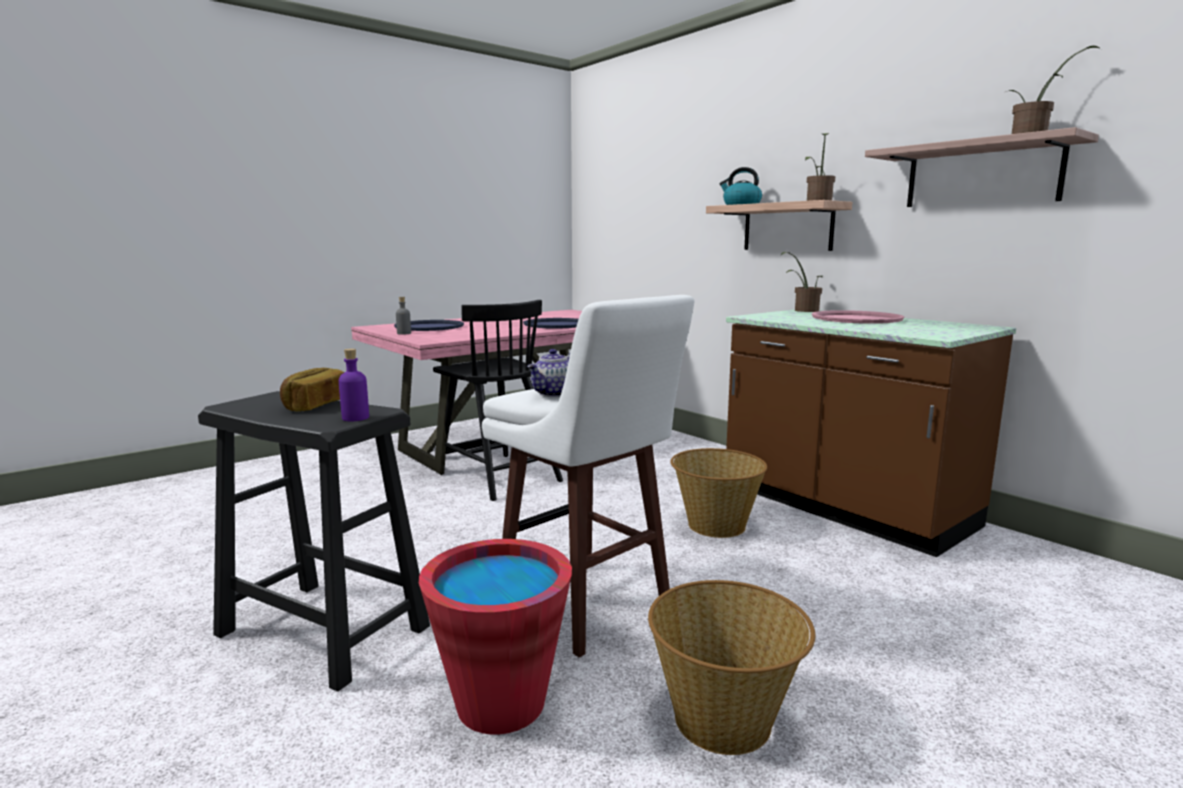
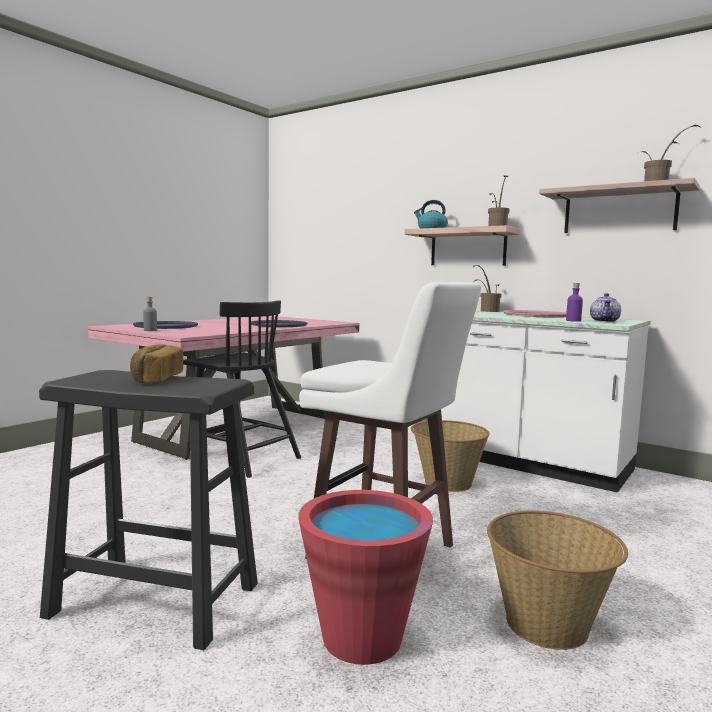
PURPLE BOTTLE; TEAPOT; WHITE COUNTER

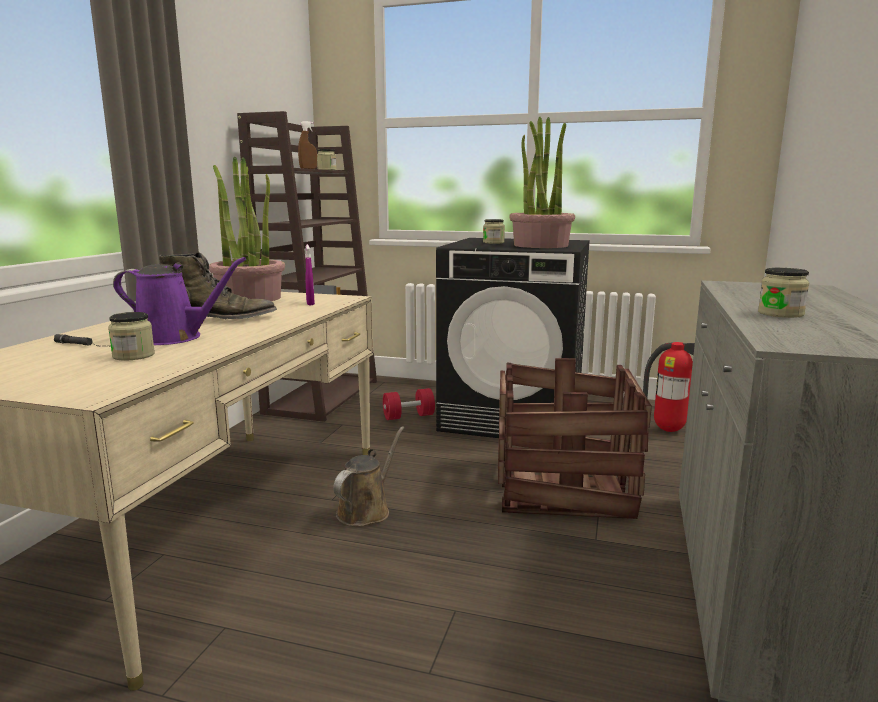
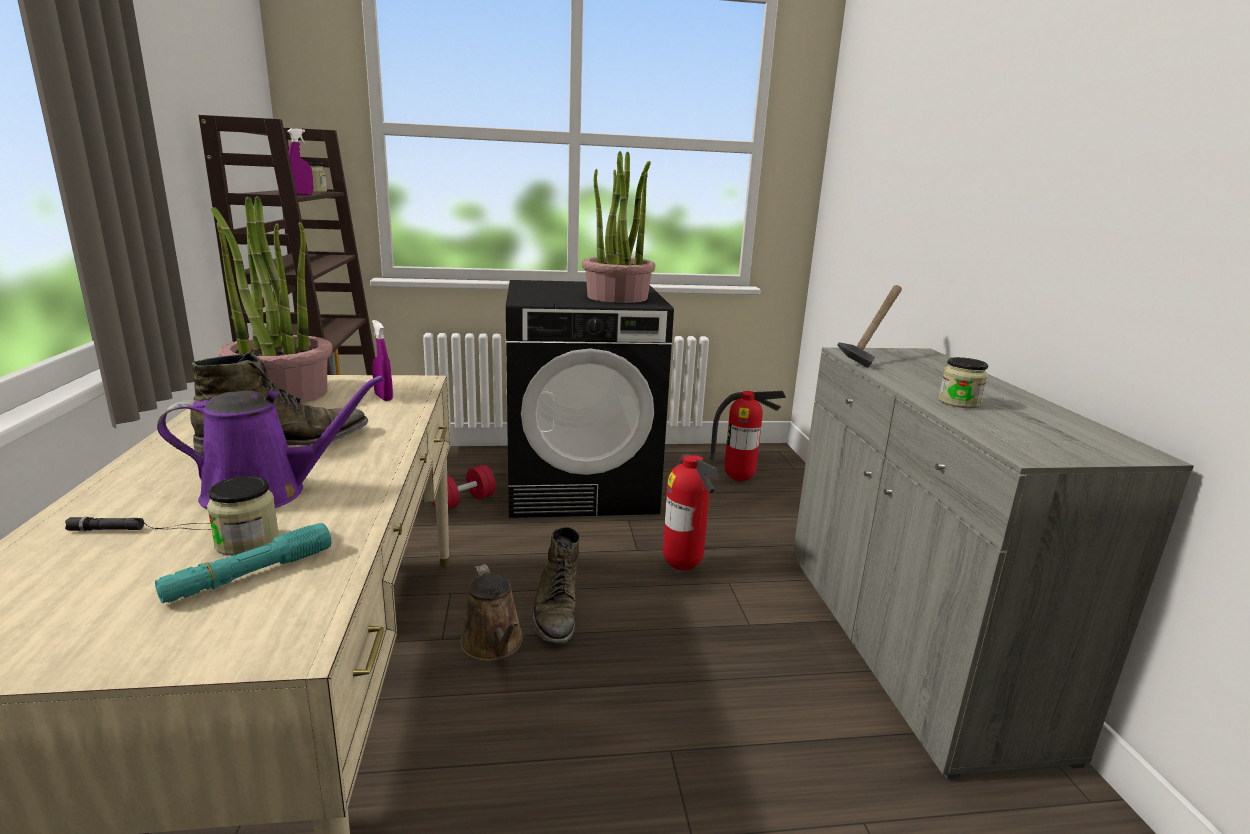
JAR (no. 3 from left in the first image); TURQUOISE FLASHLIGHT; GREEN BOOT (no. 2 from left); HAMMER; FIRE EXTINGUISHER (no. 1 from left); PURPLE SPRAY BOTTLE (no. 1 from left); BROWN WATERING CAN

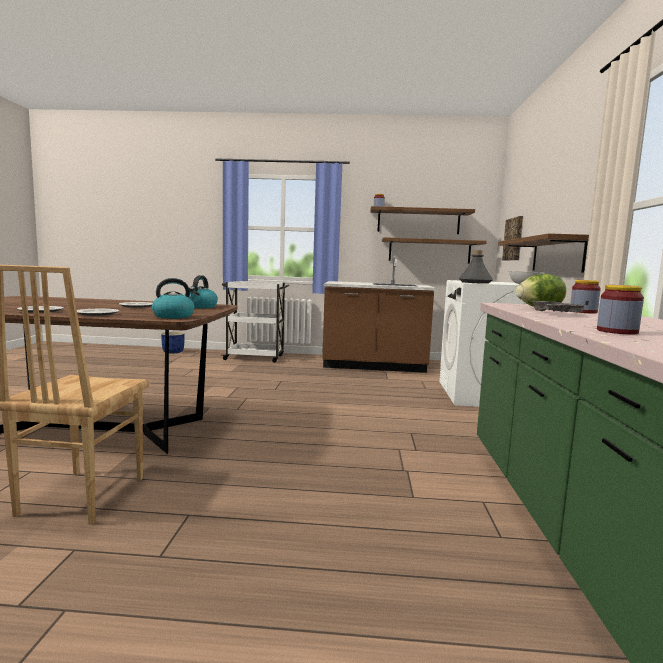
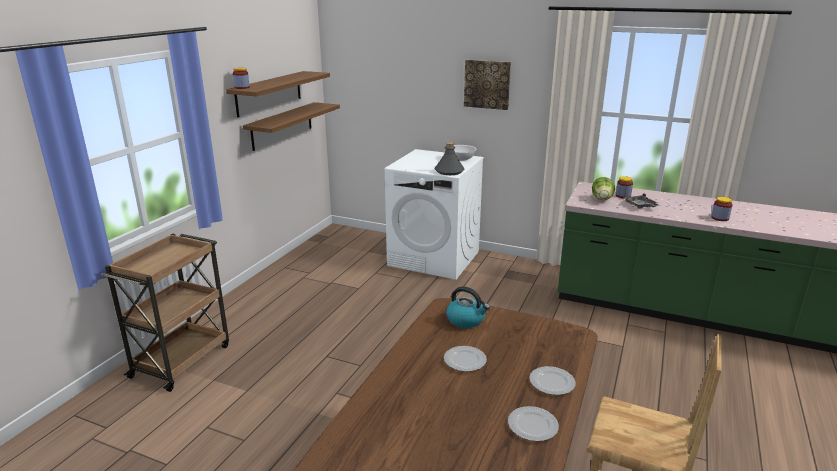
KETTLE (no. 1 from left in the first image); BLUE PLANTER; BROWN COUNTER; SHELF (no. 3 from left in the first image); PICTURE; BROWN CART

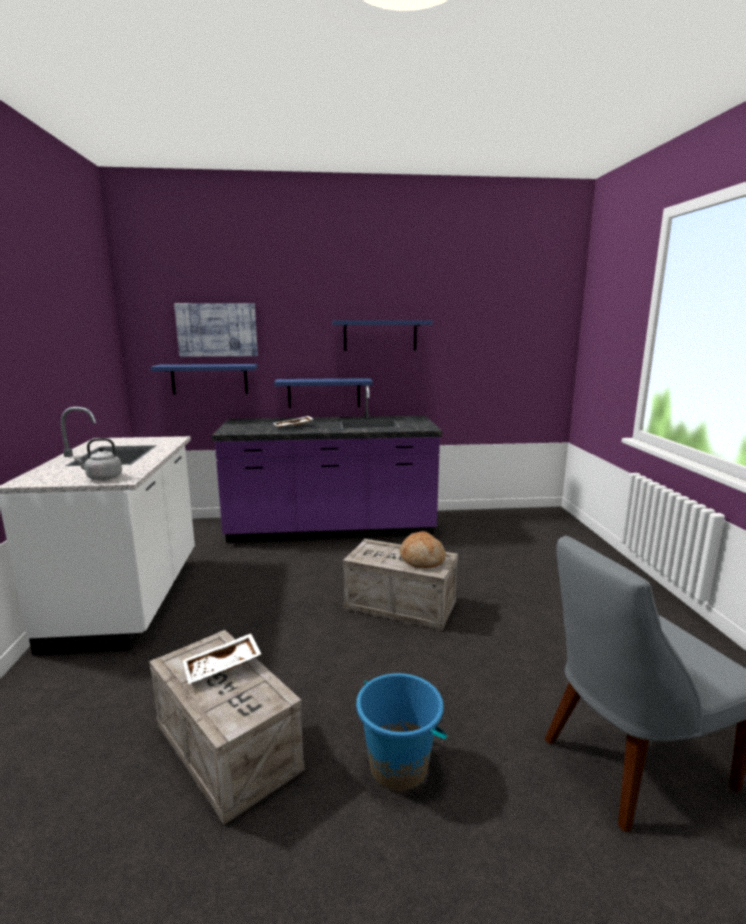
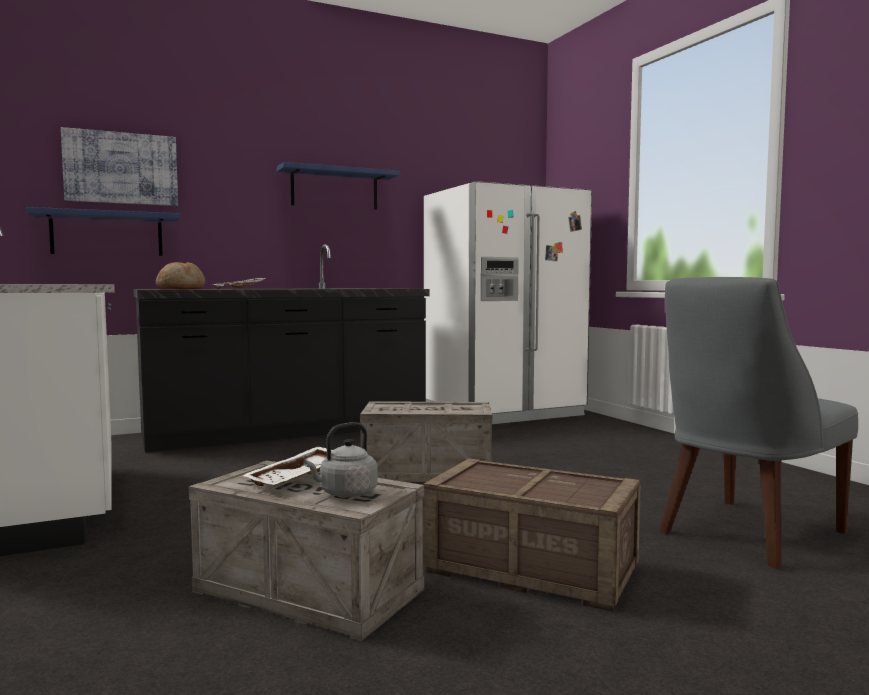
BLUE SHELF (no. 2 from left in the first image); WHITE FRIDGE; GREY KETTLE; BREAD; CRATE (no. 3 from left); BLACK COUNTER

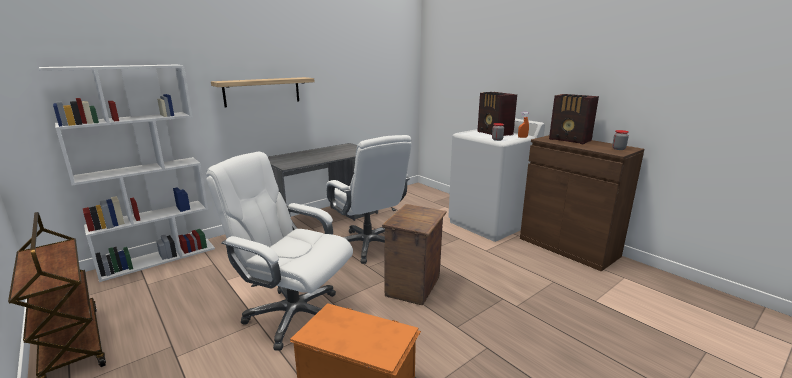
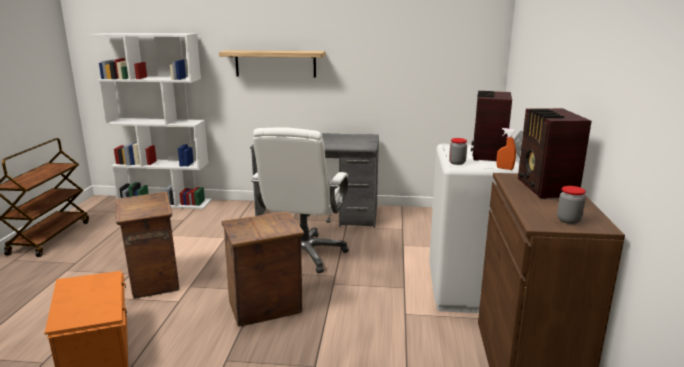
CRATE (no. 1 from left)

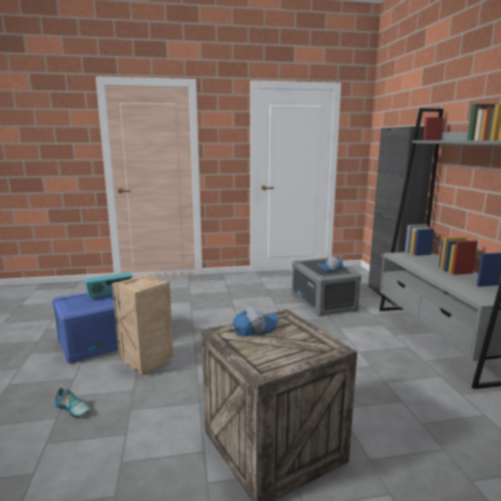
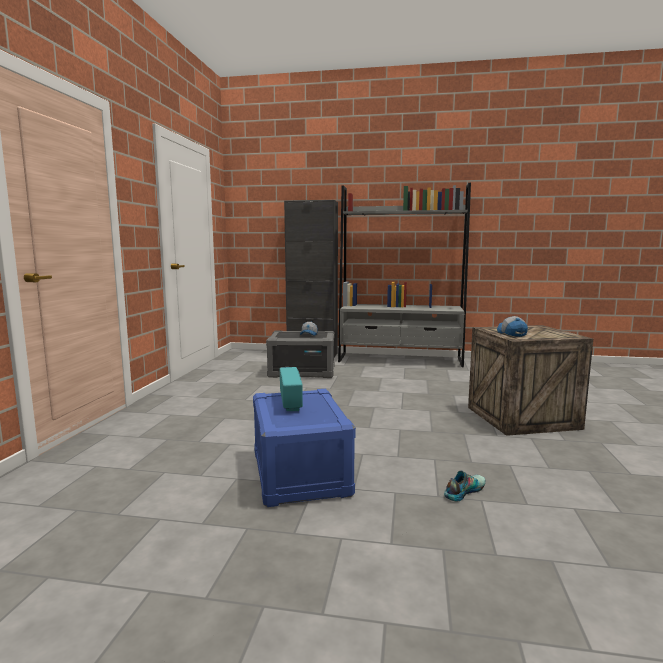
CRATE (no. 1 from left in the first image)

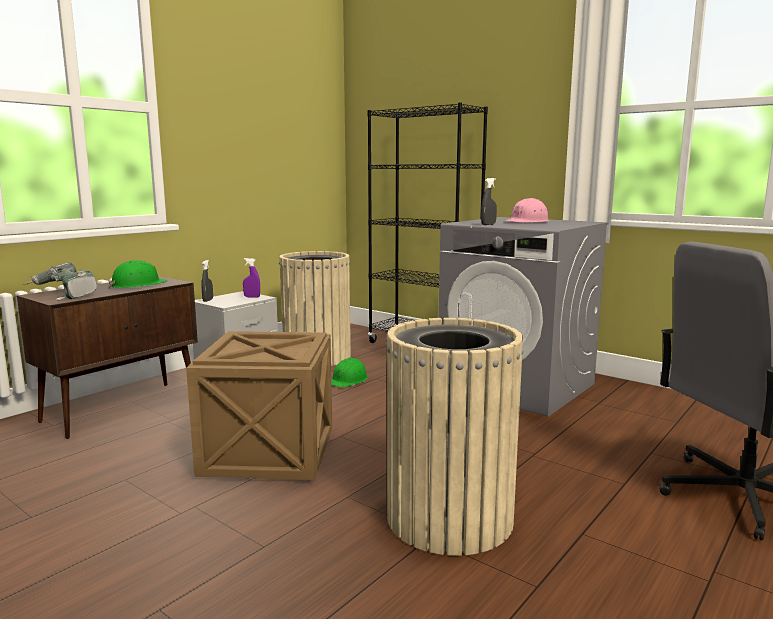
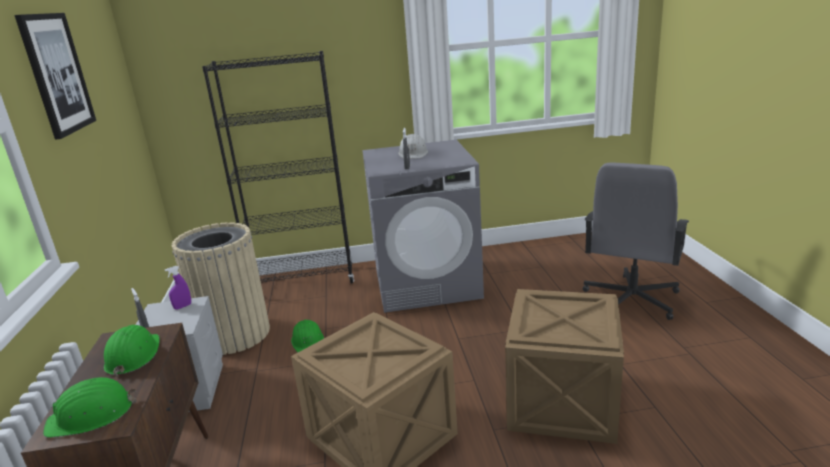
PICTURE; GREEN HARD HAT (no. 1 from left); CRATE (no. 2 from left); WHITE HARD HAT

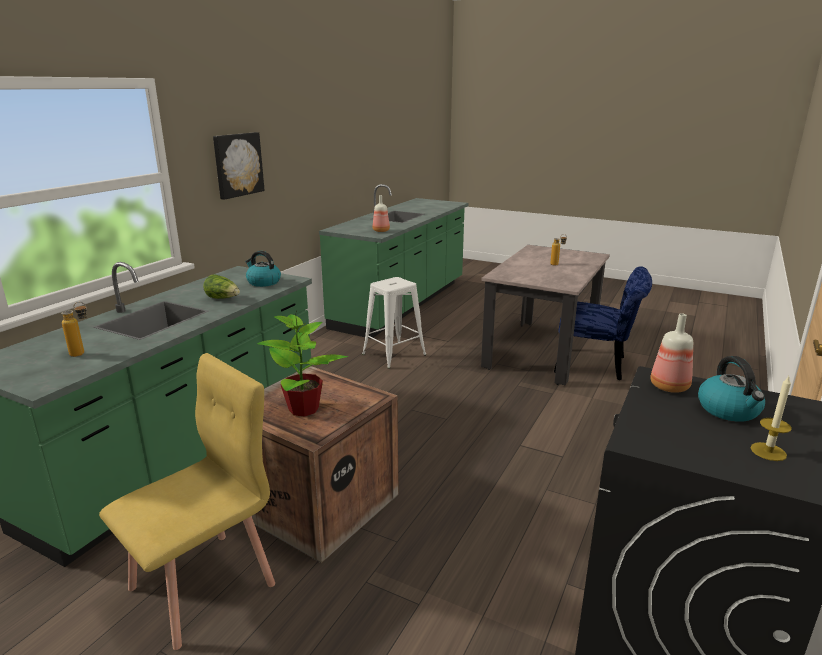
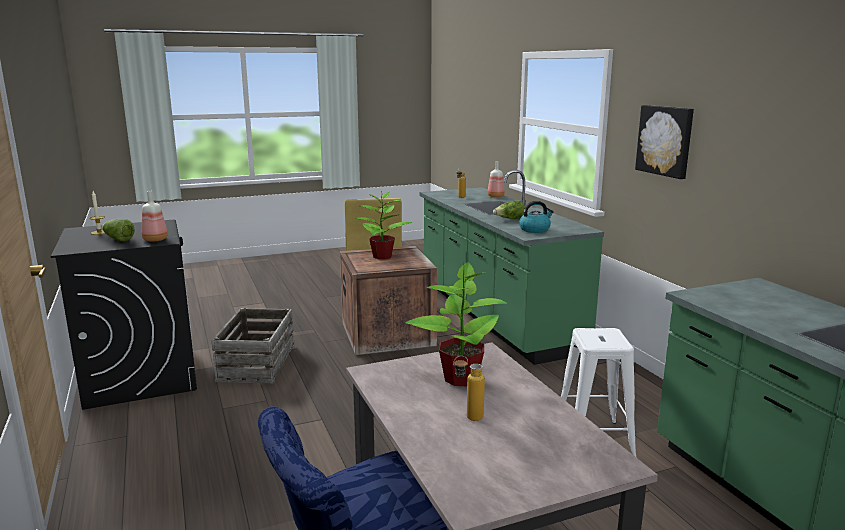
CRATE (no. 1 from left); POTTED PLANT (no. 2 from left); BOTTLE (no. 4 from left); LETTUCE (no. 1 from left)

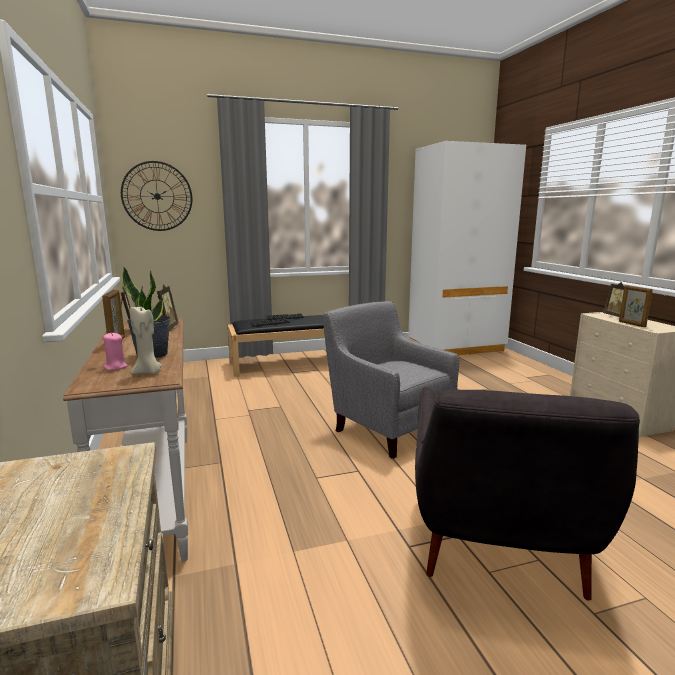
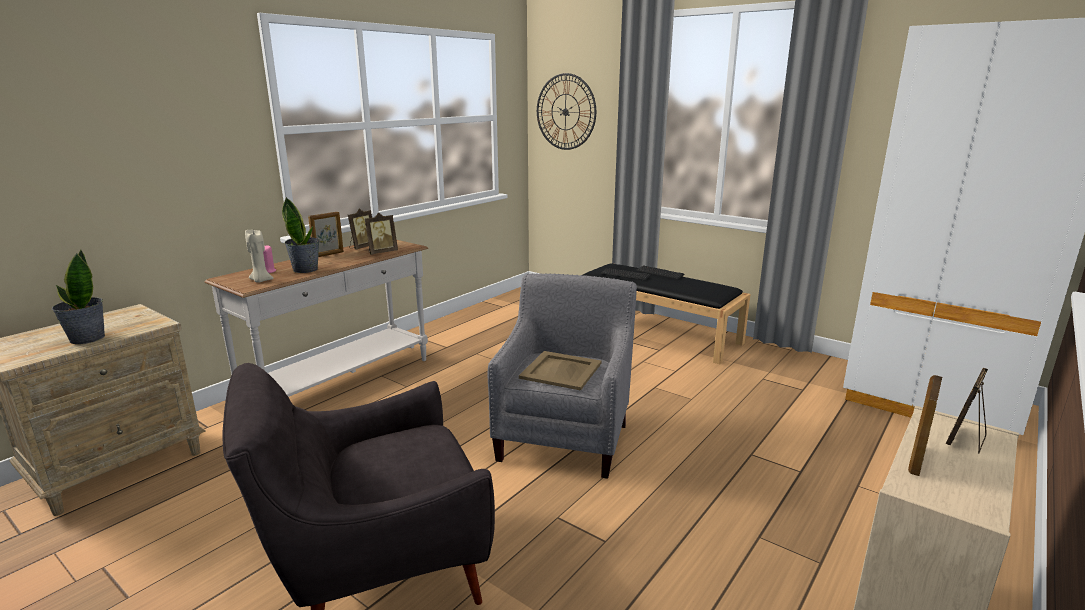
POTTED PLANT (no. 1 from left); BEIGE TRAY

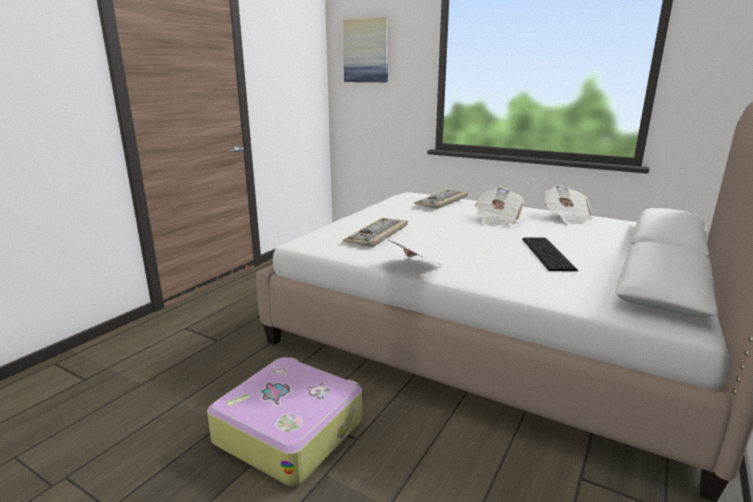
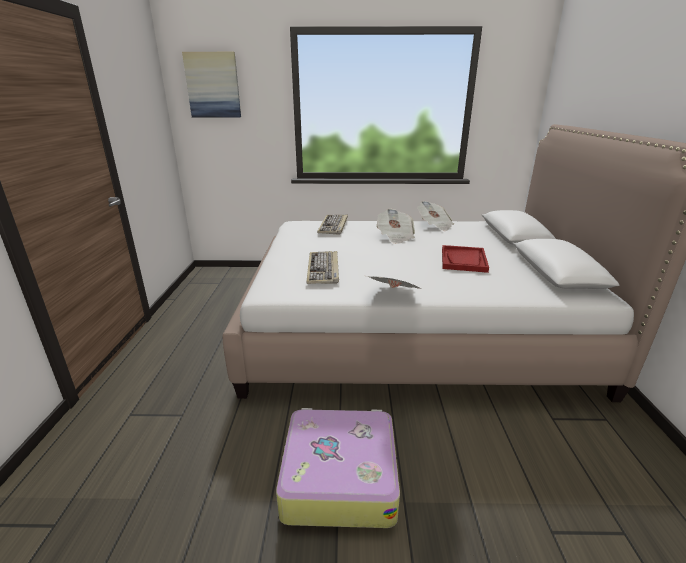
RED TRAY

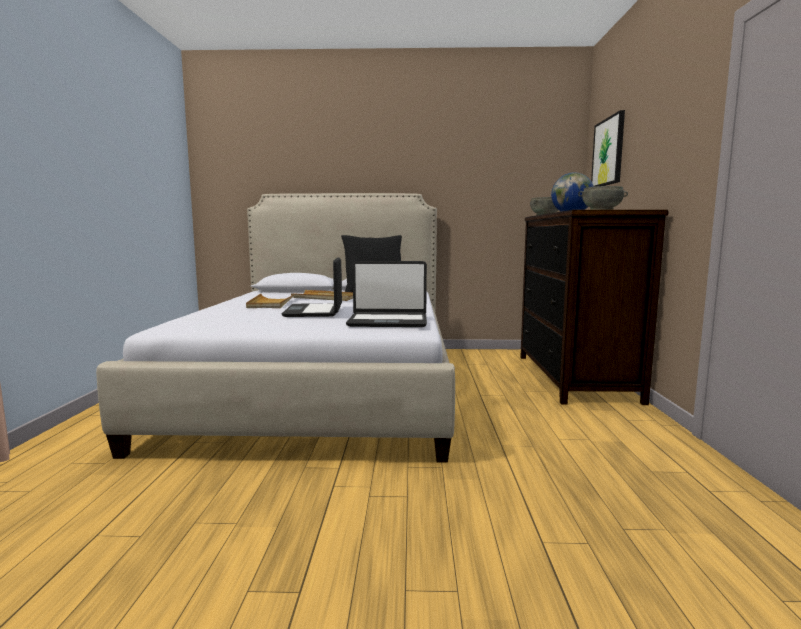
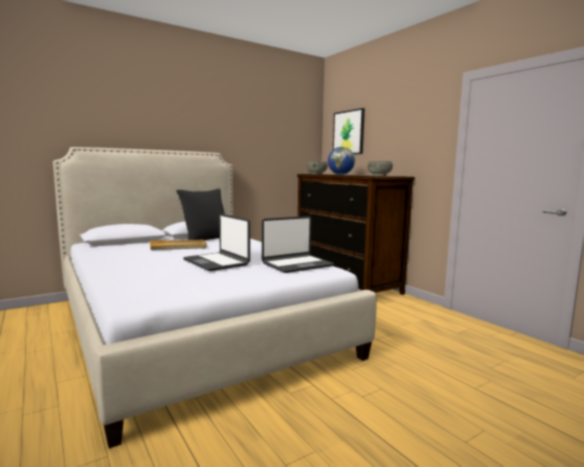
BEIGE TRAY (no. 1 from left in the first image)

